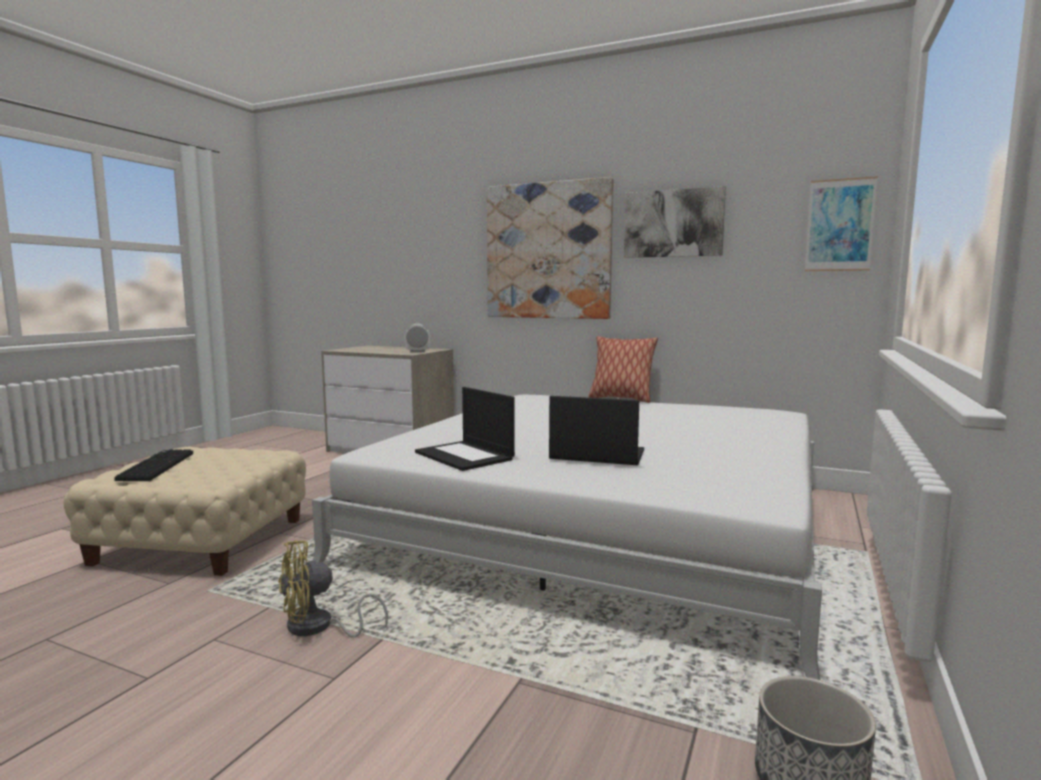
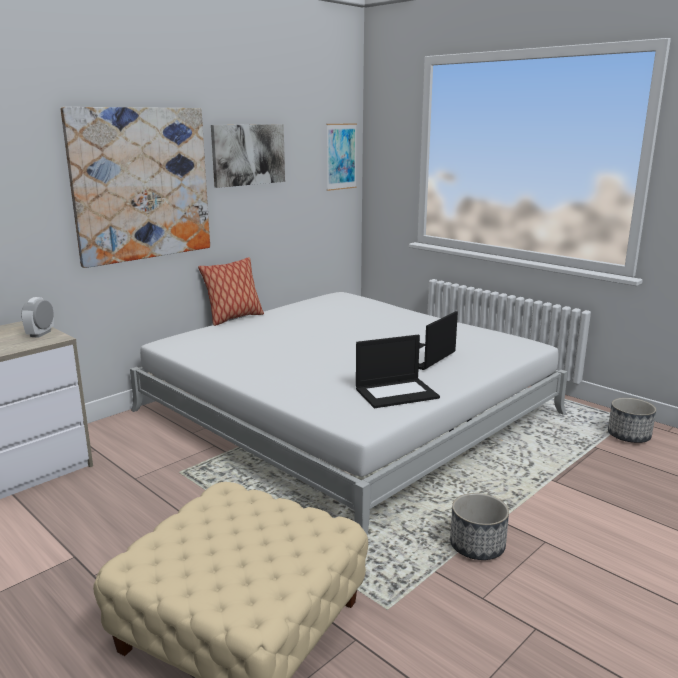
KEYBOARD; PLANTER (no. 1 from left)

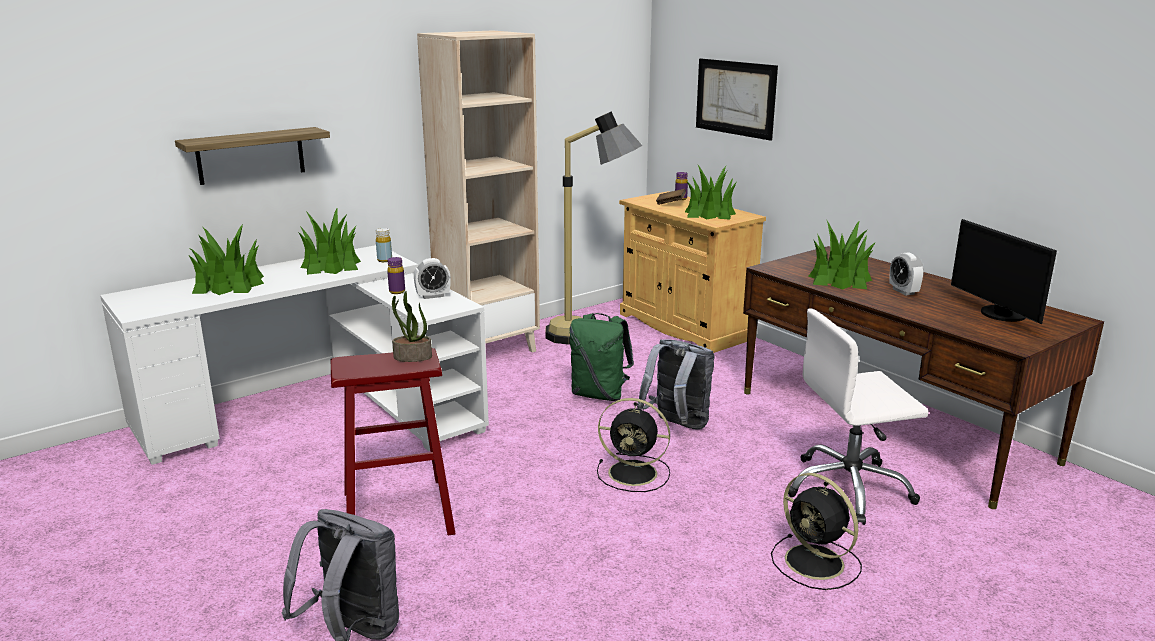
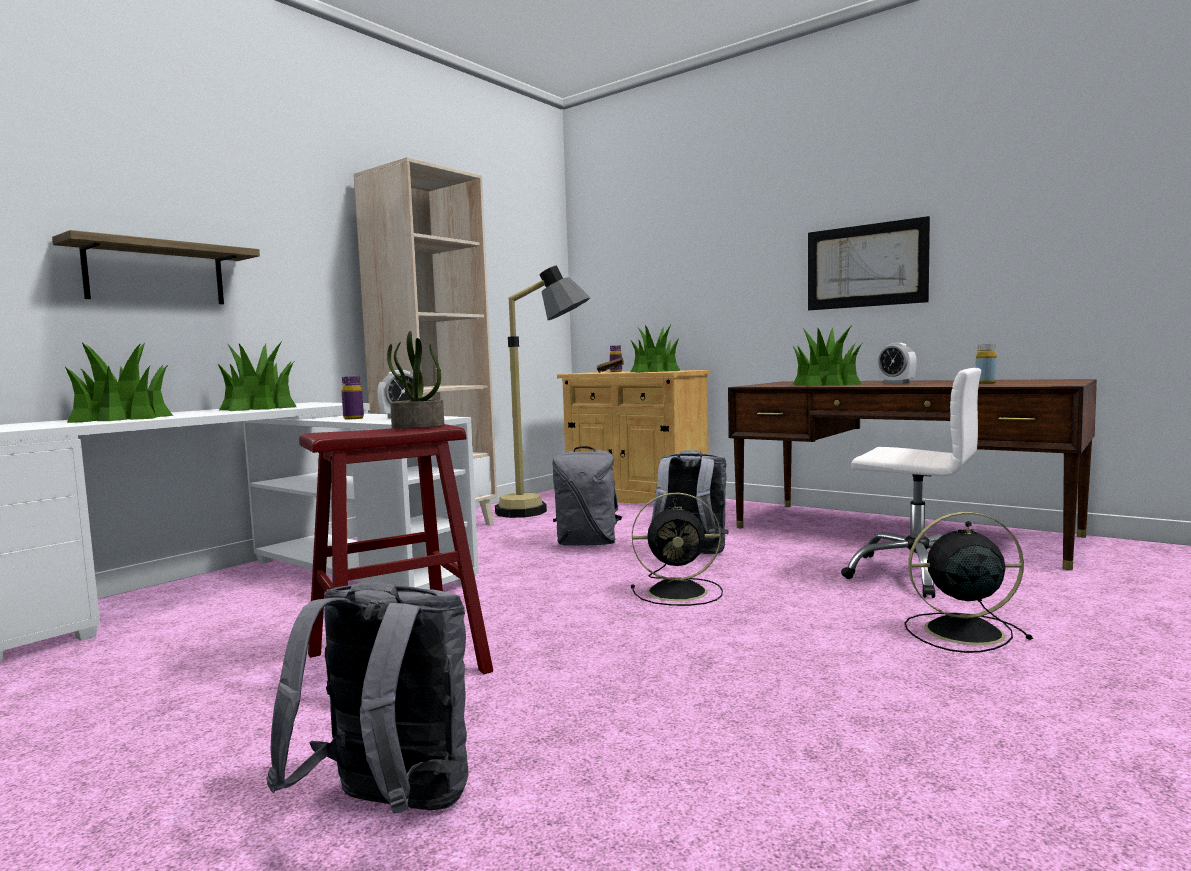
MONITOR; YELLOW BOTTLE; PICTURE; GREY BACKPACK (no. 2 from left); BLACK FAN (no. 2 from left); WHITE OFFICE CHAIR

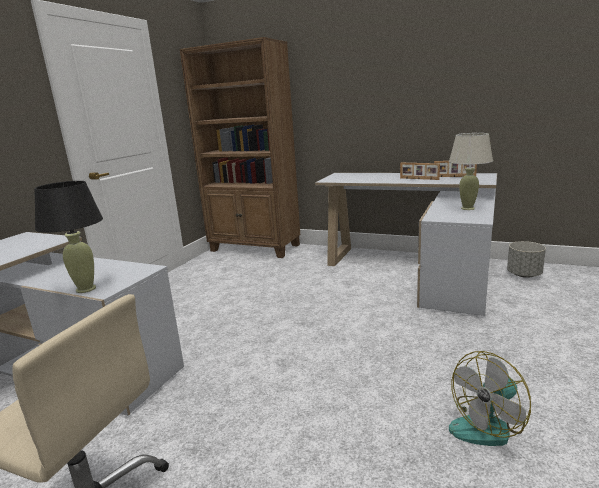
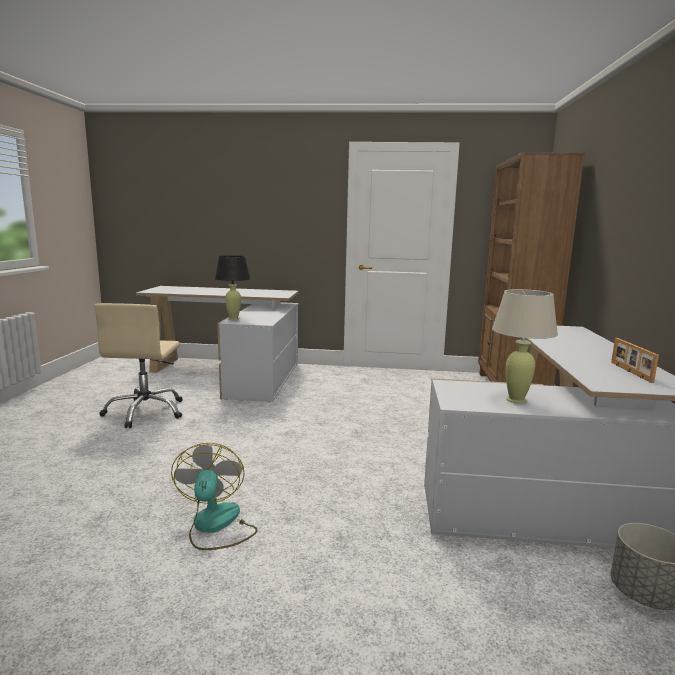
PICTURE FRAME (no. 1 from left in the first image); FAN

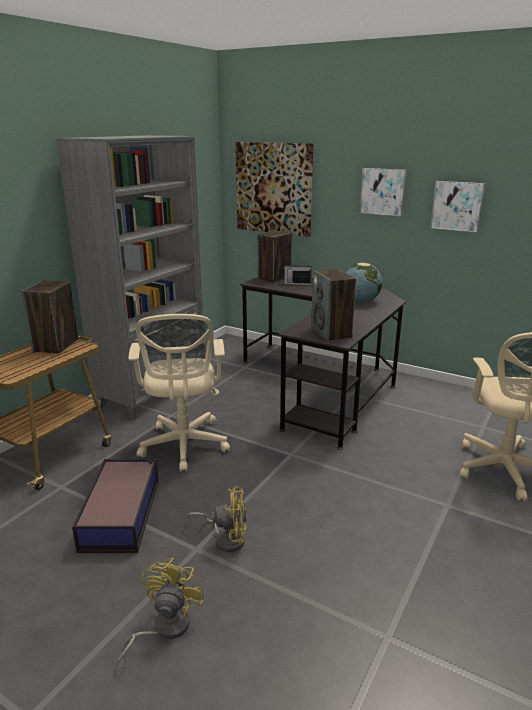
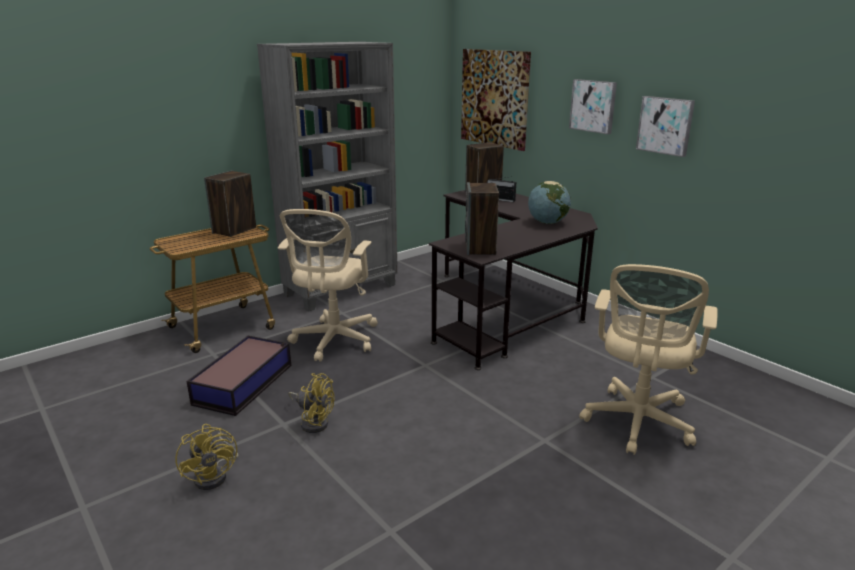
YELLOW FAN (no. 1 from left)

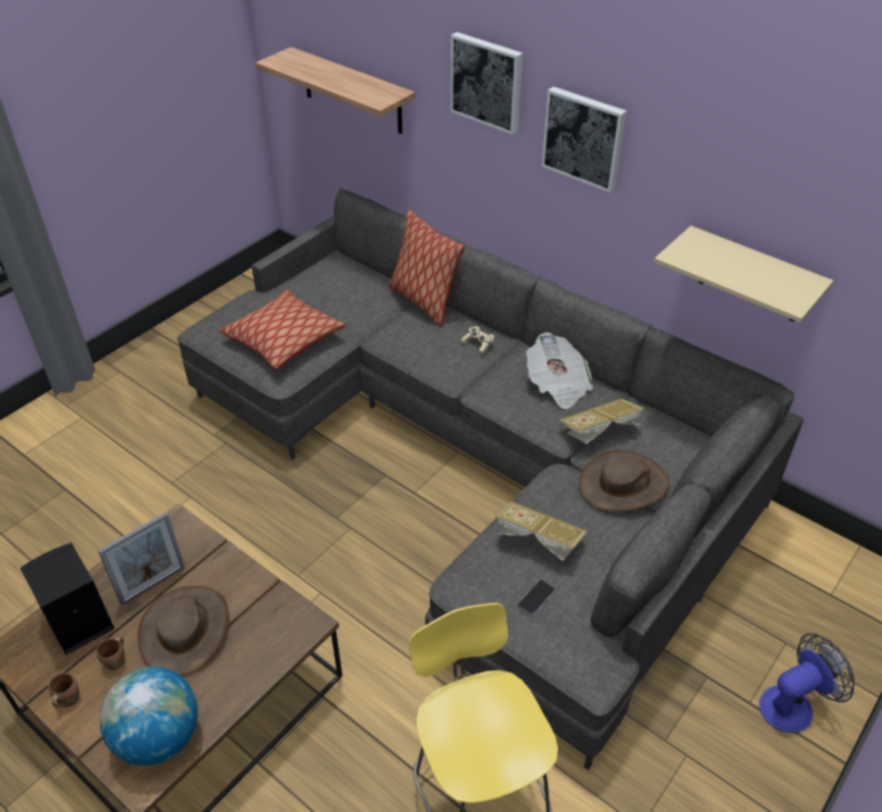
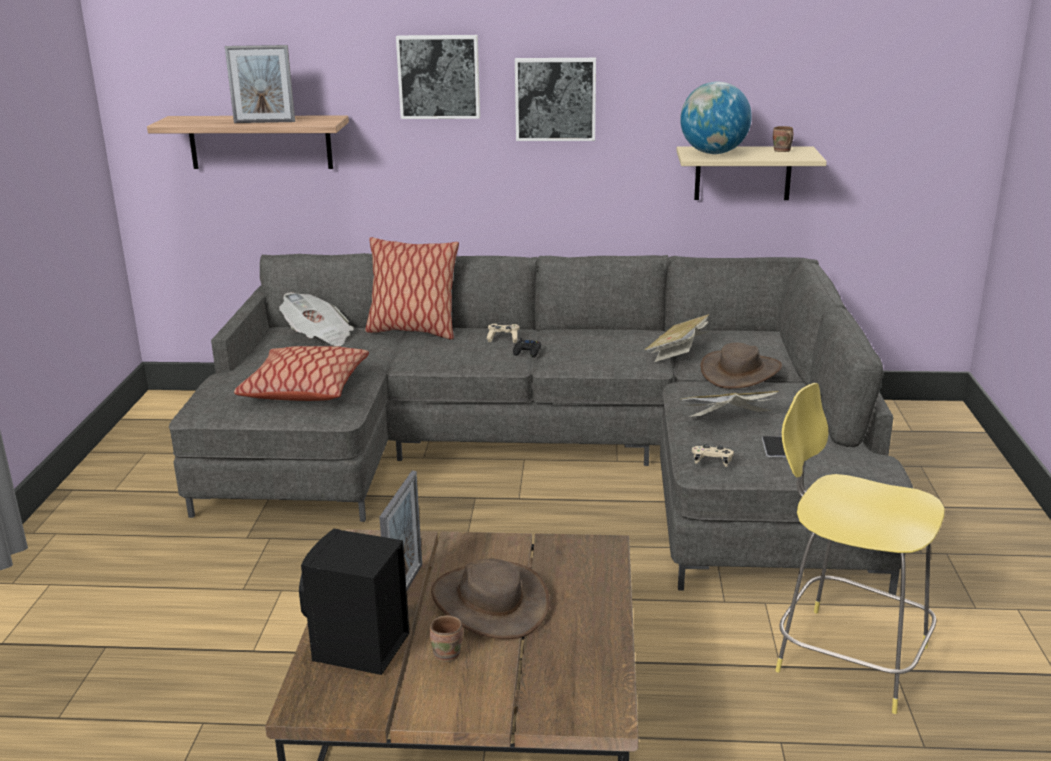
FAN; PICTURE FRAME (no. 1 from left); BLACK GAME CONTROLLER; BEIGE GAME CONTROLLER (no. 2 from left); BROWN MUG (no. 2 from left); GLOBE; NEWSPAPER

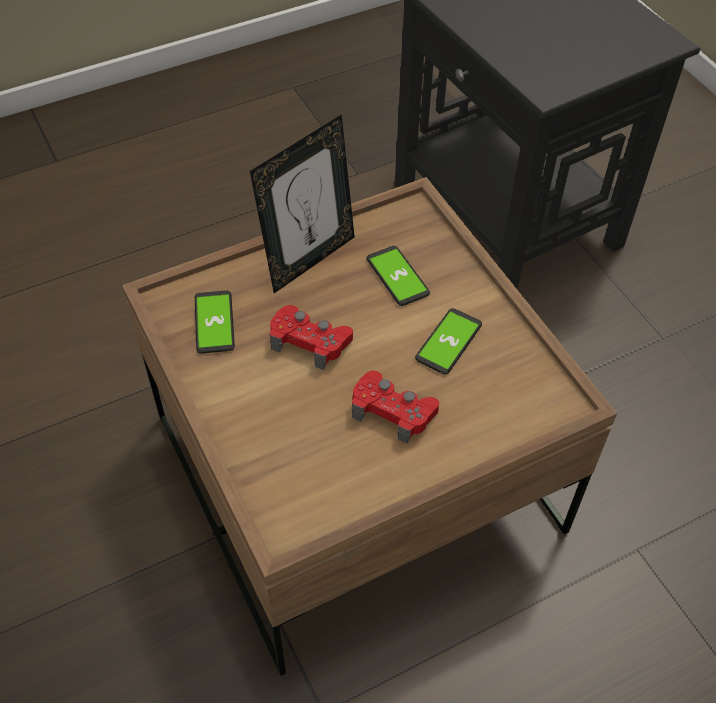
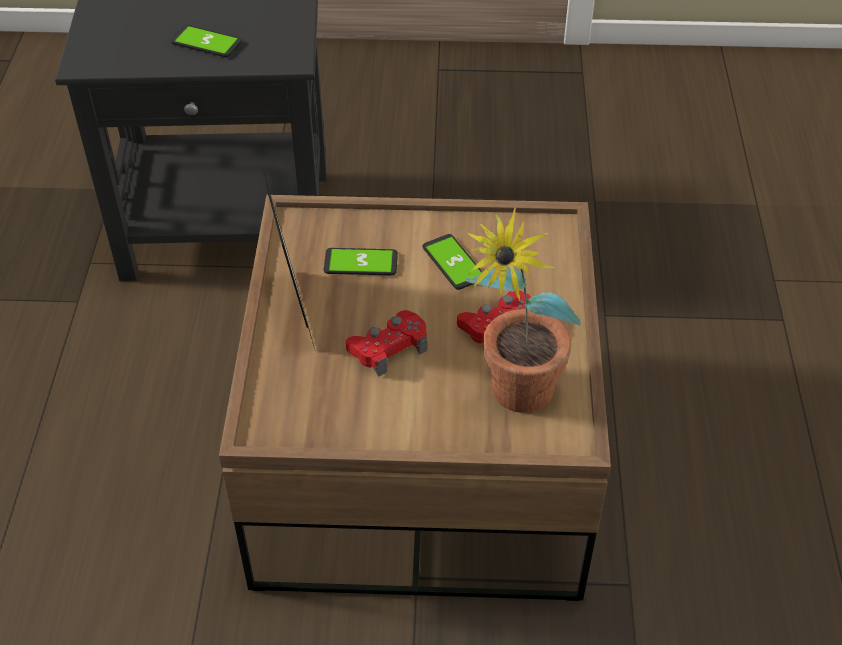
POTTED PLANT; PHONE (no. 1 from left)

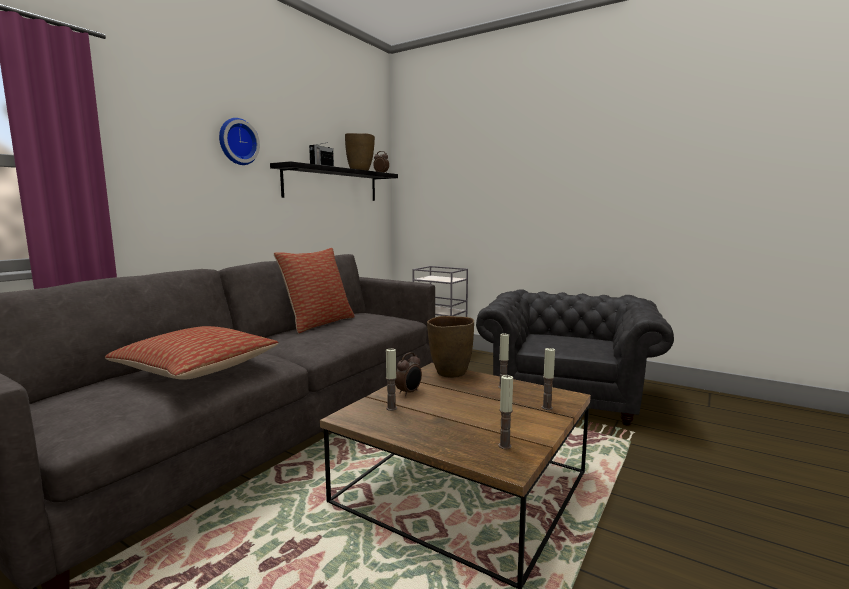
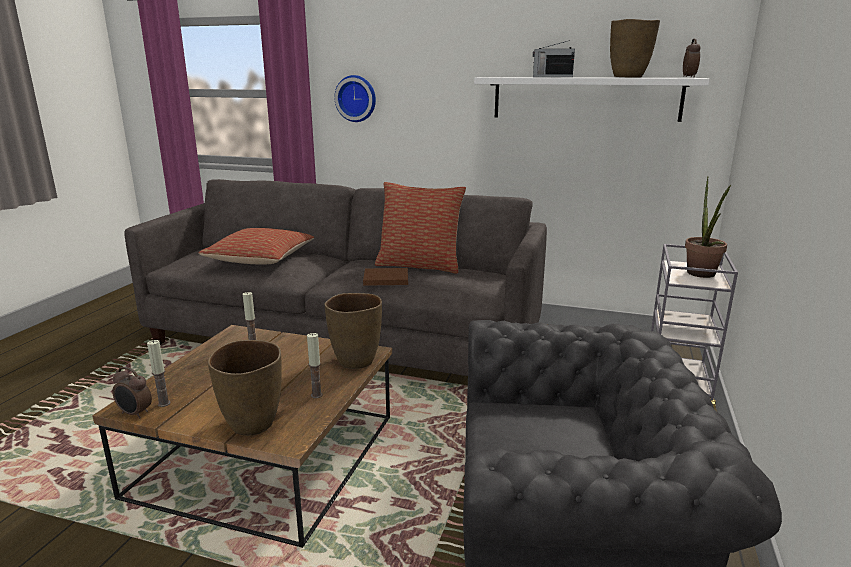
BROWN BOOK; POTTED PLANT; WALL CLOCK; ALARM CLOCK (no. 1 from left); BROWN VASE (no. 1 from left); WHITE SHELF

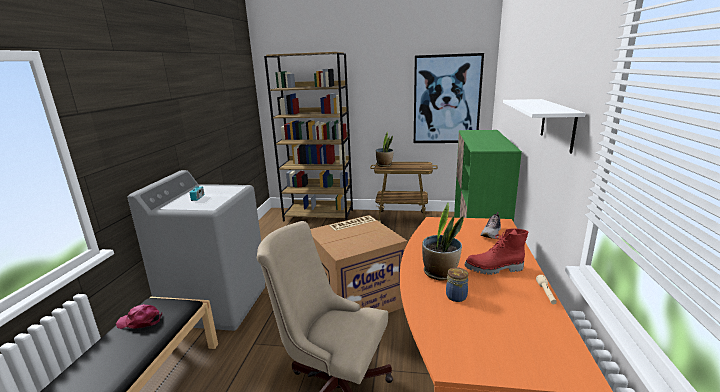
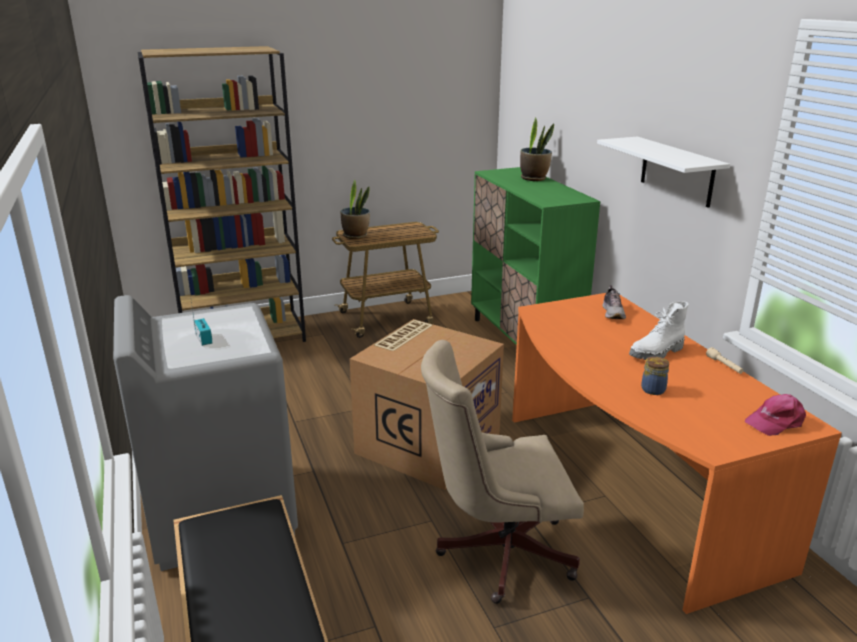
PICTURE; PINK CAP; POTTED PLANT (no. 2 from left); WHITE BOOT

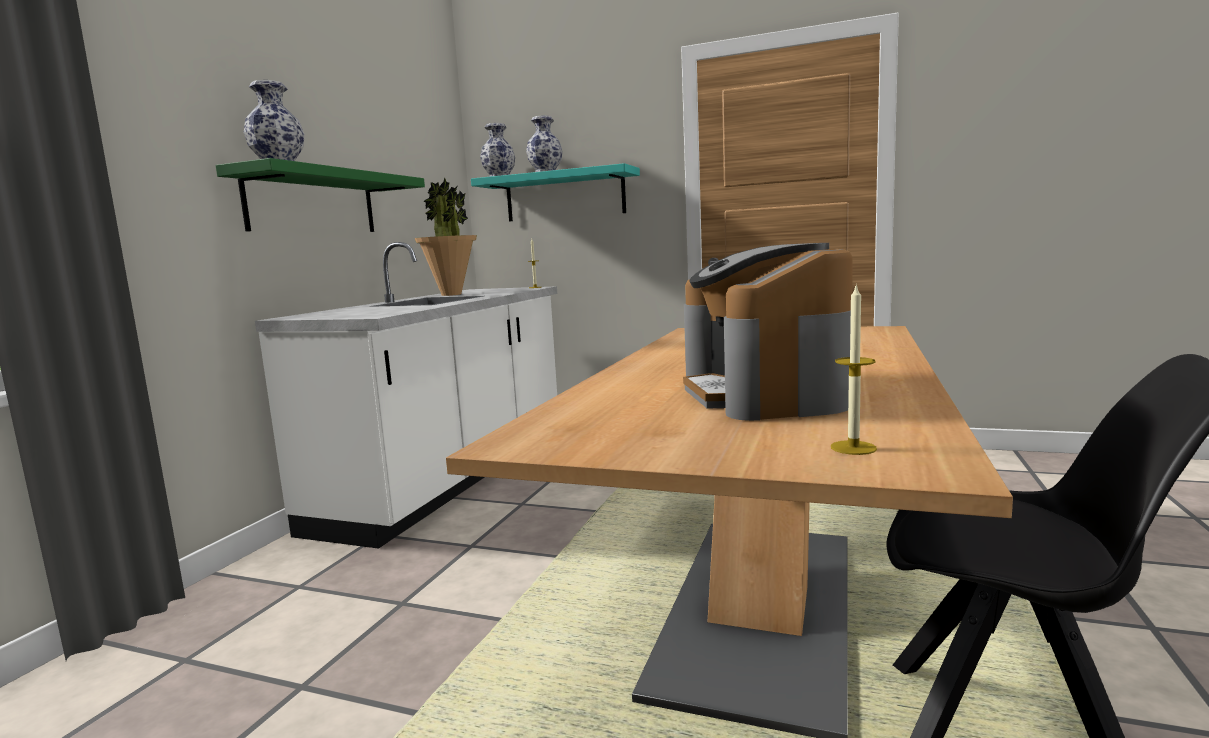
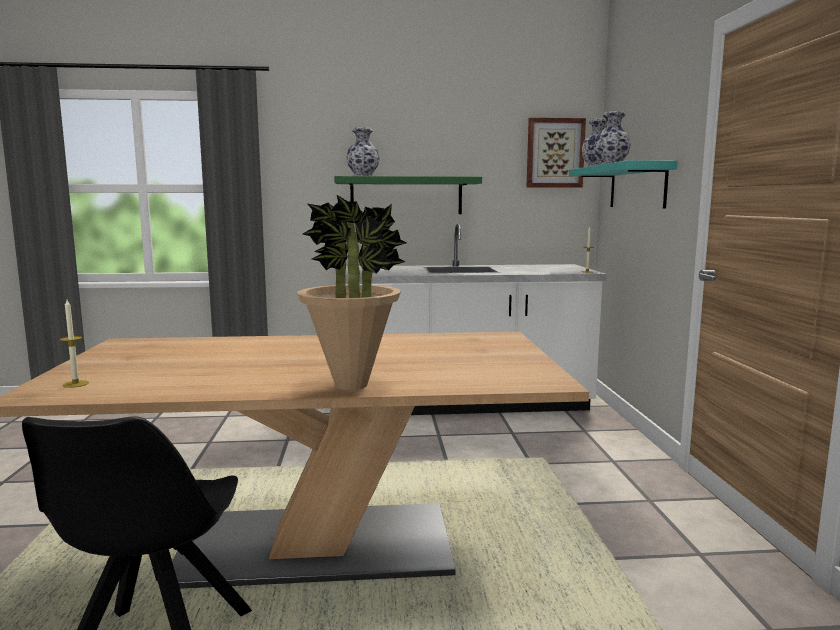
COFFEE MACHINE; PICTURE; POTTED PLANT

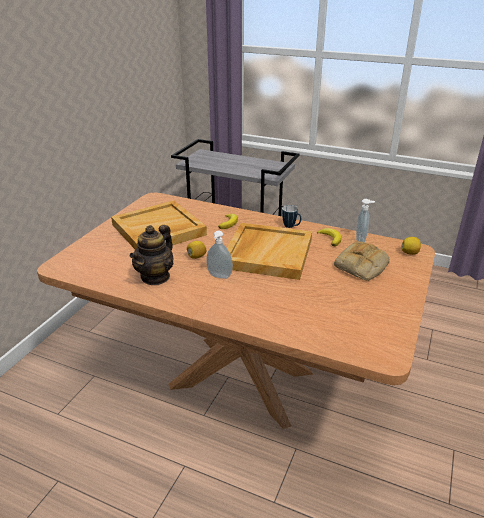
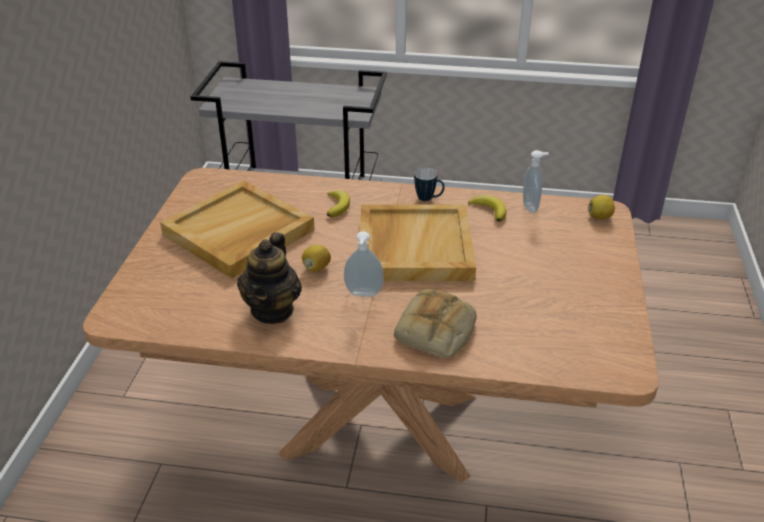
BREAD

